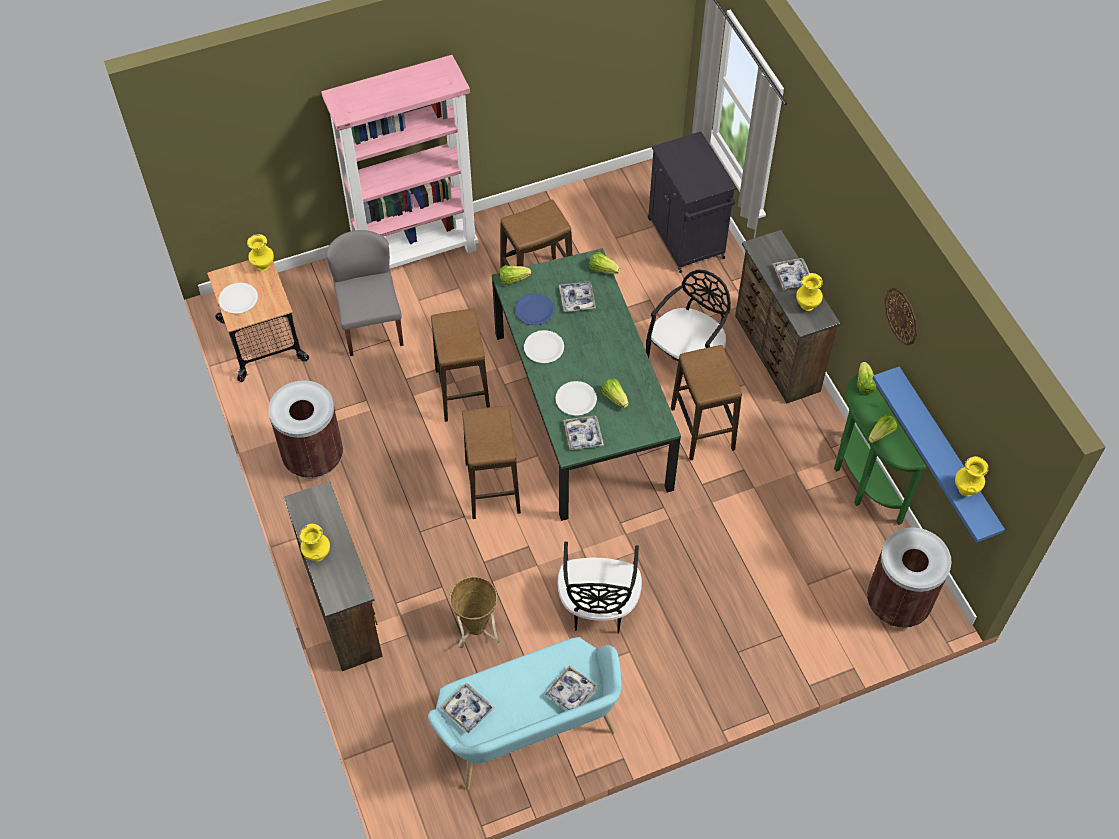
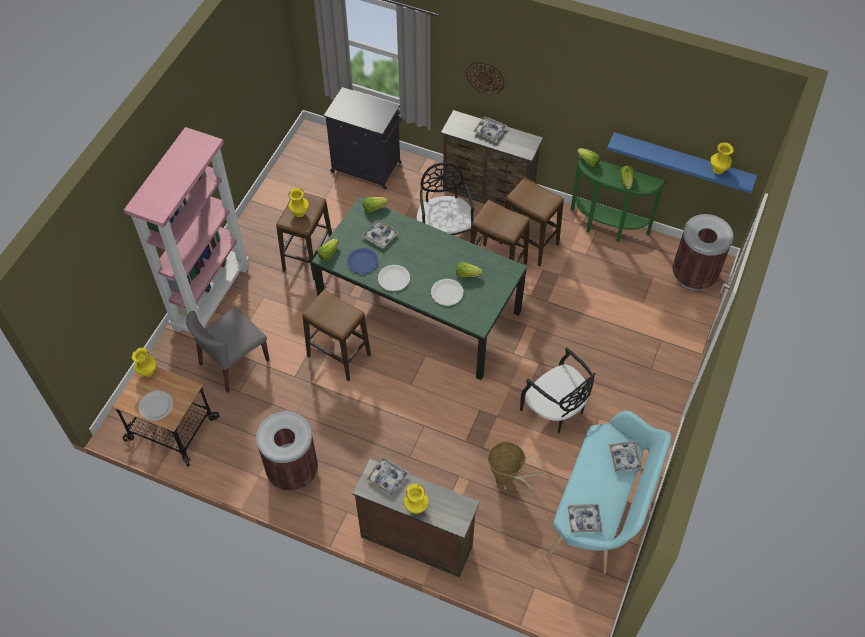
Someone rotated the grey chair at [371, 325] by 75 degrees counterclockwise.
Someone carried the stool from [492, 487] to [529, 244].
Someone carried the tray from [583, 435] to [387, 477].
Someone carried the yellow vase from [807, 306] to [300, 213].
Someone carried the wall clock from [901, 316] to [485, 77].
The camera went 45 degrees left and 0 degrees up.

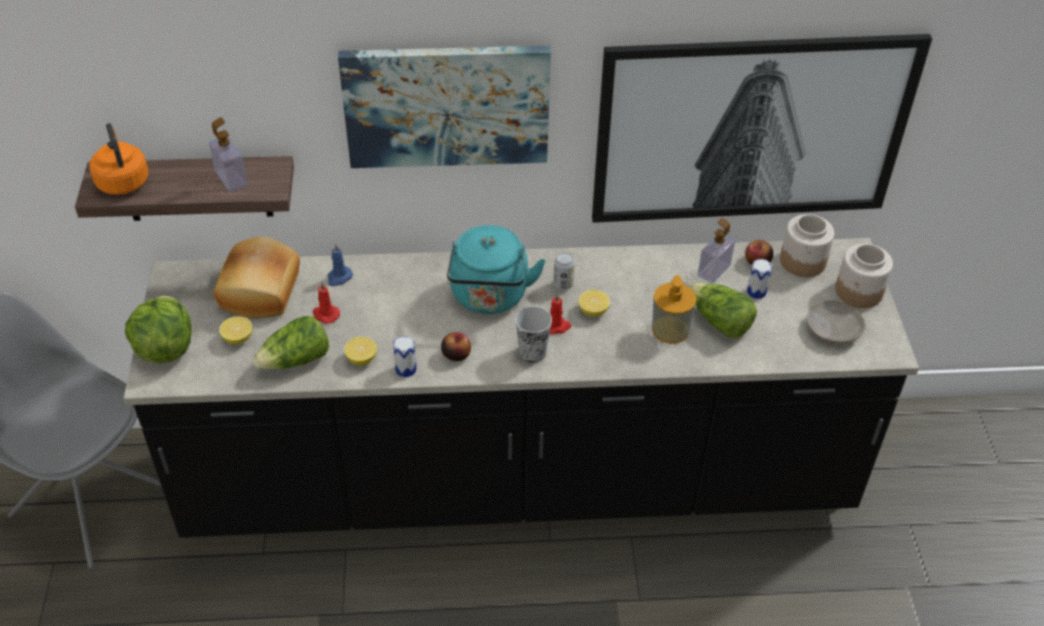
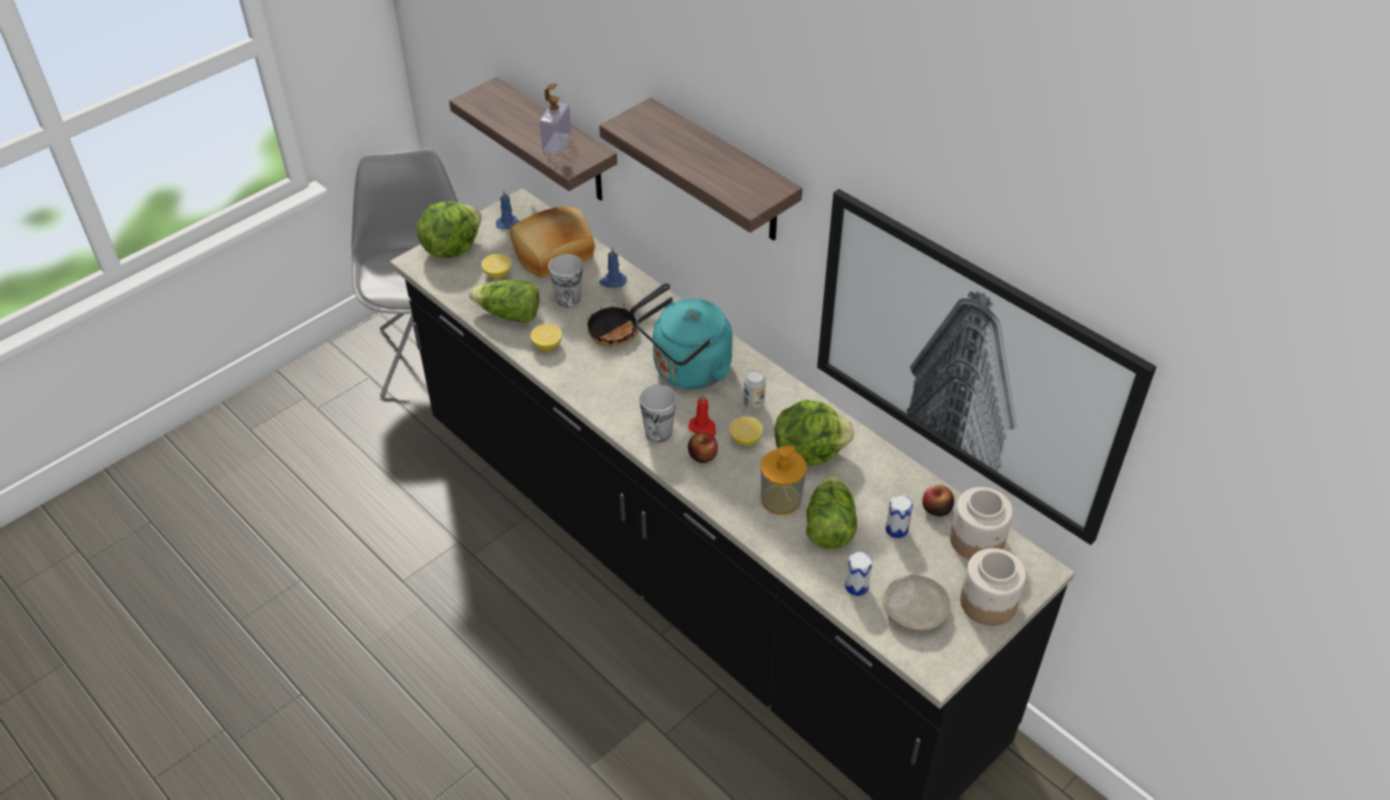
Someone took away the orange kettle at [122, 181].
Someone swapped the red candle at [325, 314] for the cup at [568, 299].
Someone swapped the picture at [446, 105] for the shelf at [723, 173].
Someone carried the can from [406, 369] to [856, 586].
Someone carried the apple from [456, 354] to [702, 455].
Someone took away the soap dispenser at [714, 271].
Someone put down the blue candle at [509, 224].
Someone put down the frying pan at [620, 328].
Someone put down the lettuce at [809, 451].
The camera went 50 degrees right and 0 degrees up.

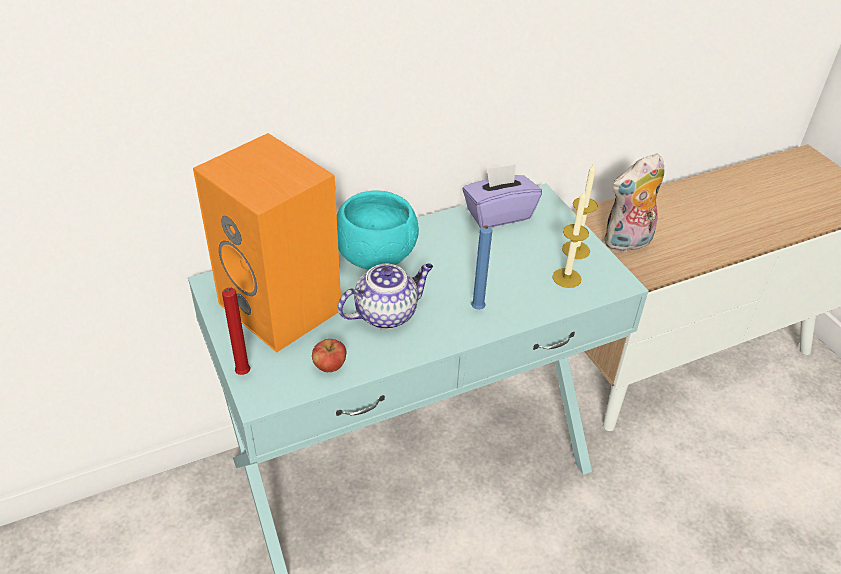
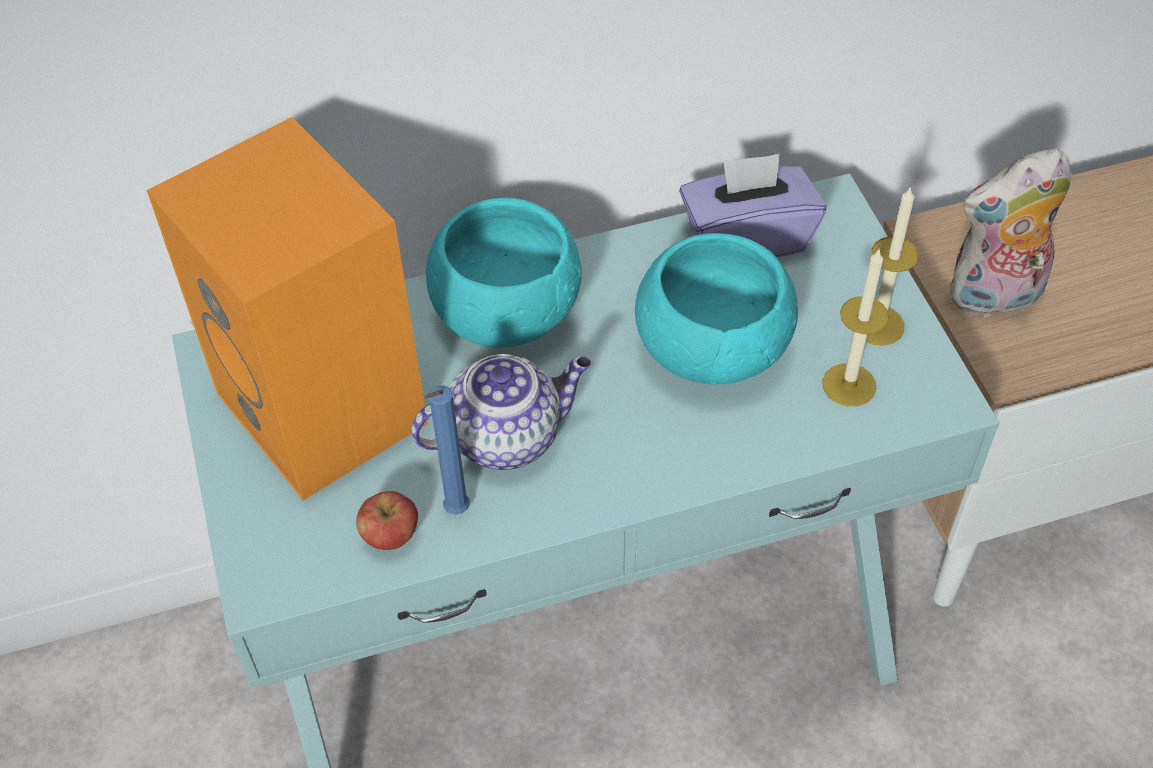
Someone took away the red candle at [242, 375].
Someone carried the blue candle from [476, 310] to [454, 512].
Someone put down the turquoise bowl at [711, 348].
The camera went 10 degrees right and 10 degrees up.

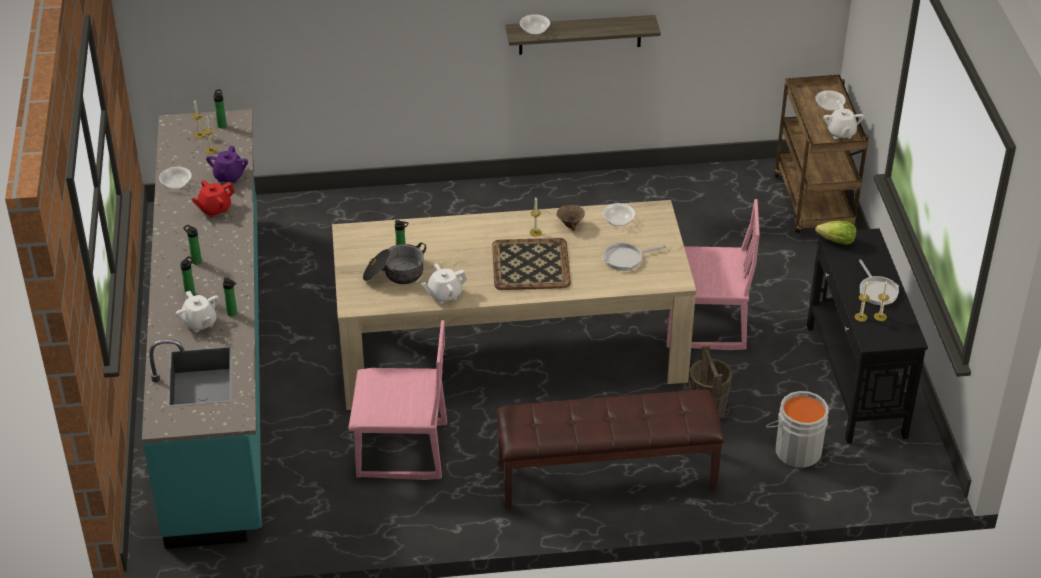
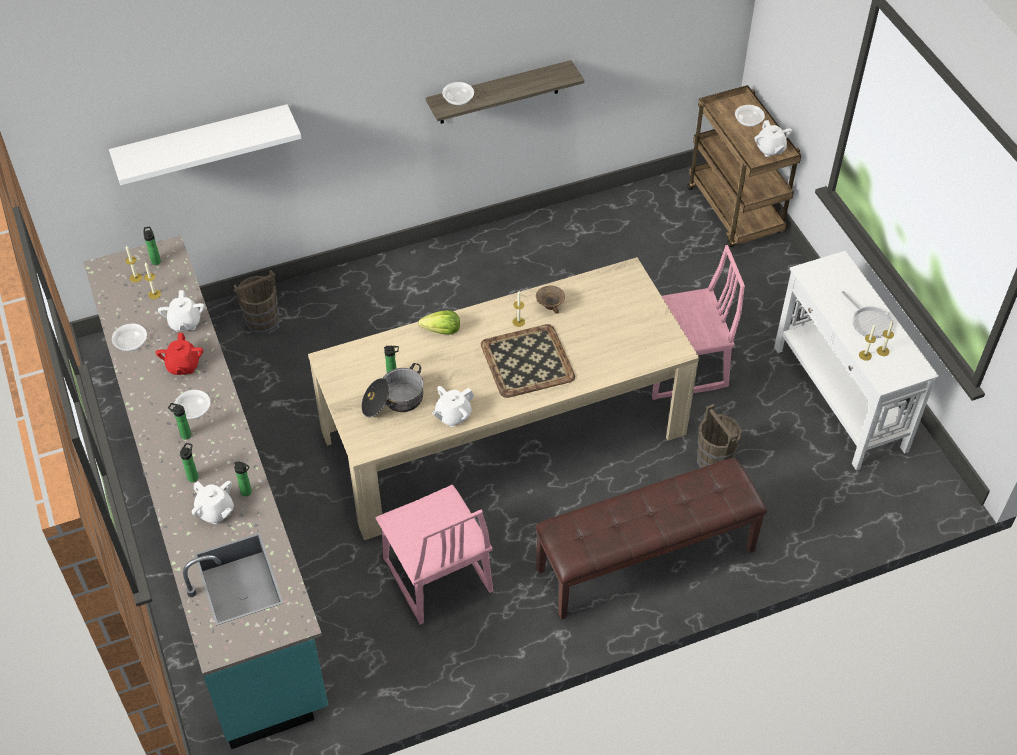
Someone rotated the red teapot at [214, 209] by 45 degrees counterclockwise.
Someone repainted the purple teapot at [229, 176], which became the white teapot at [185, 323].
Someone rotated the pink chair at [402, 451] by 75 degrees clockwise.
Someone took away the frying pan at [626, 258].
Someone carried the bowl from [618, 221] to [193, 410].
Someone took away the grey bucket at [797, 449].
Someone repainted the black console table at [855, 380], which became the white console table at [839, 399].
Someone carried the lettuce from [837, 241] to [442, 331].
Someone put up the white shelf at [202, 141].
Someone put down the brown bucket at [262, 321].
The camera went 15 degrees left and 10 degrees up.

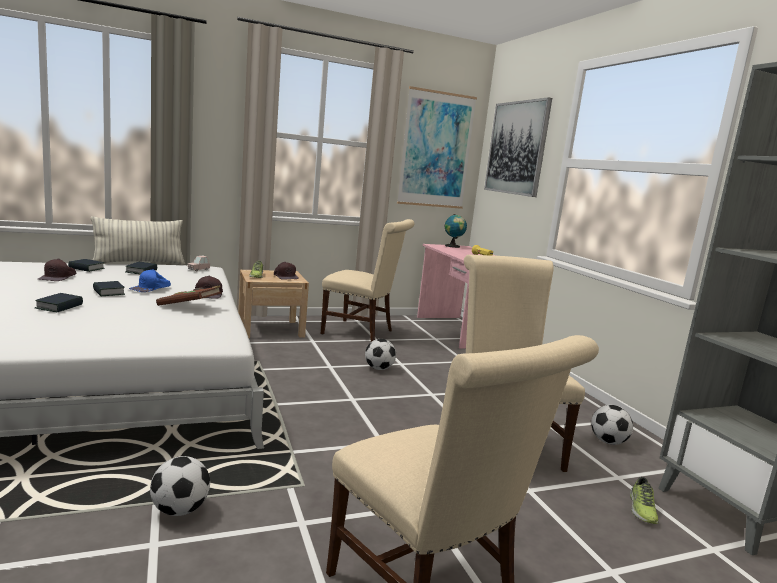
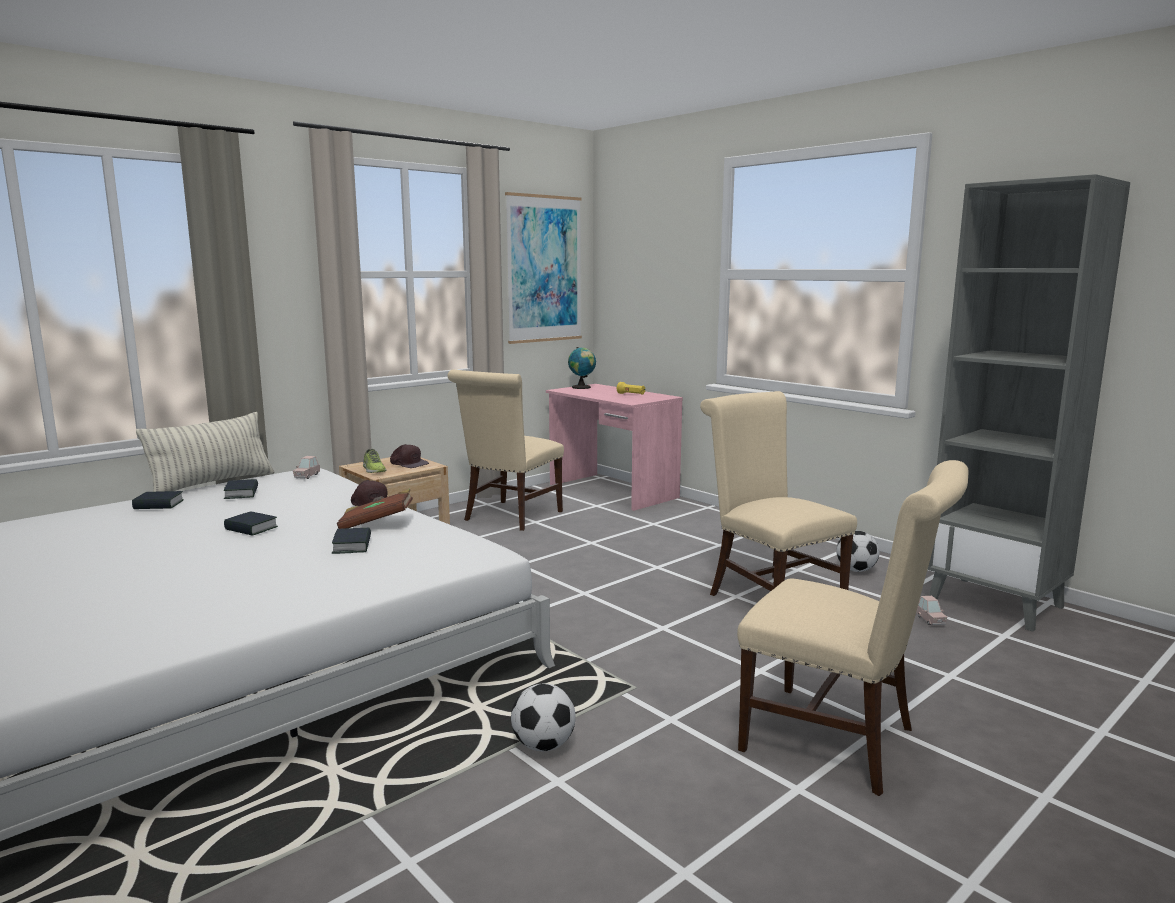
Someone carried the book from [59, 306] to [352, 545].
Someone took away the brown cap at [58, 277].
Someone took away the blue cap at [151, 288].
Someone rotated the beige chair at [362, 332] by 120 degrees clockwise.
Someone took away the football at [379, 368].
Someone took away the picture at [517, 148].
Someone swapped the shoe at [641, 509] for the pink toy car at [930, 620].
The camera went 20 degrees left and 0 degrees up.

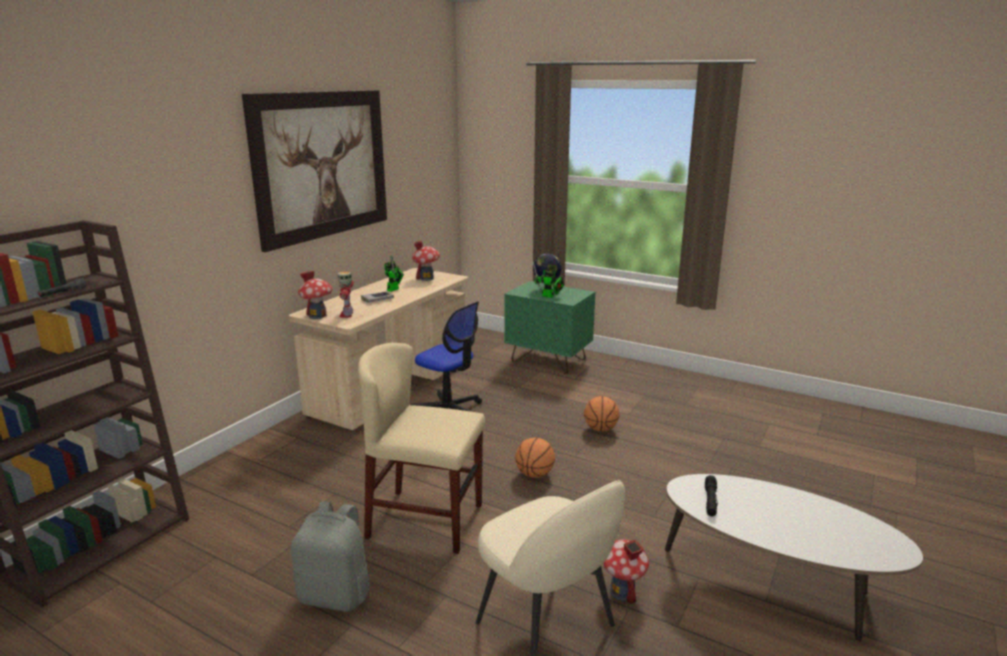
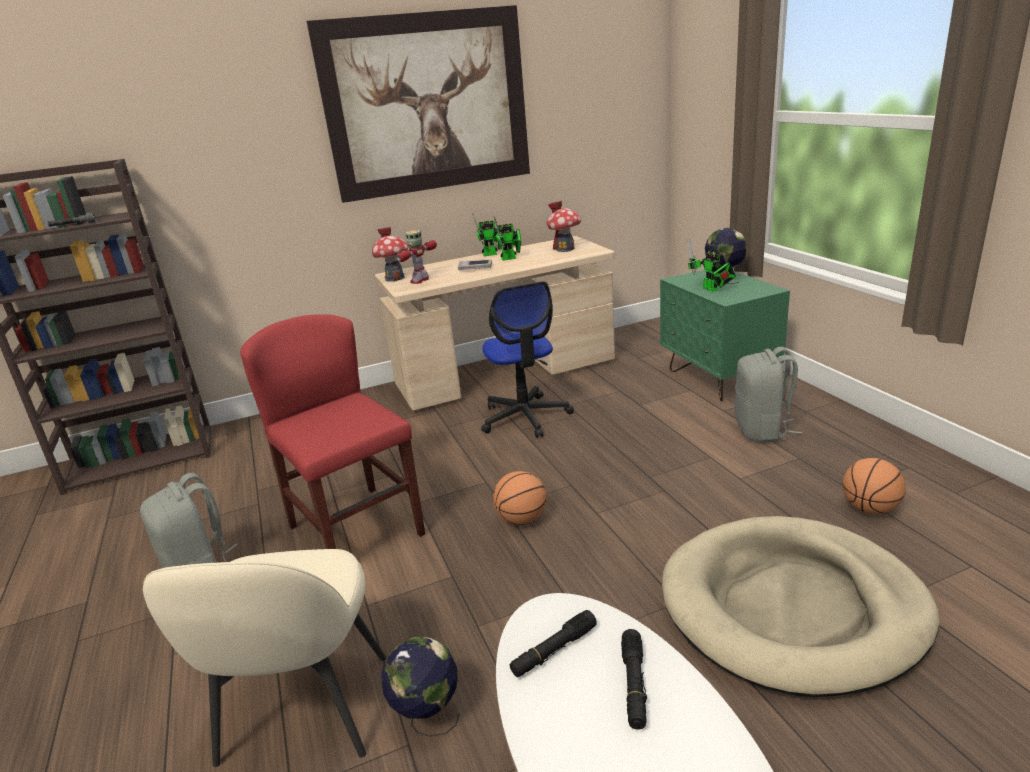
Someone repainted the beige chair at [425, 521], which became the red chair at [356, 530].
Someone carried the basketball from [600, 429] to [869, 509].
Someone swapped the toy house at [622, 591] for the globe at [428, 717].
Someone put down the toy robot at [492, 254].
Someone put down the black flashlight at [634, 684].
Someone put down the beige dog bed at [792, 607].
Someone put down the grey backpack at [762, 430].
The camera went 40 degrees right and 5 degrees up.

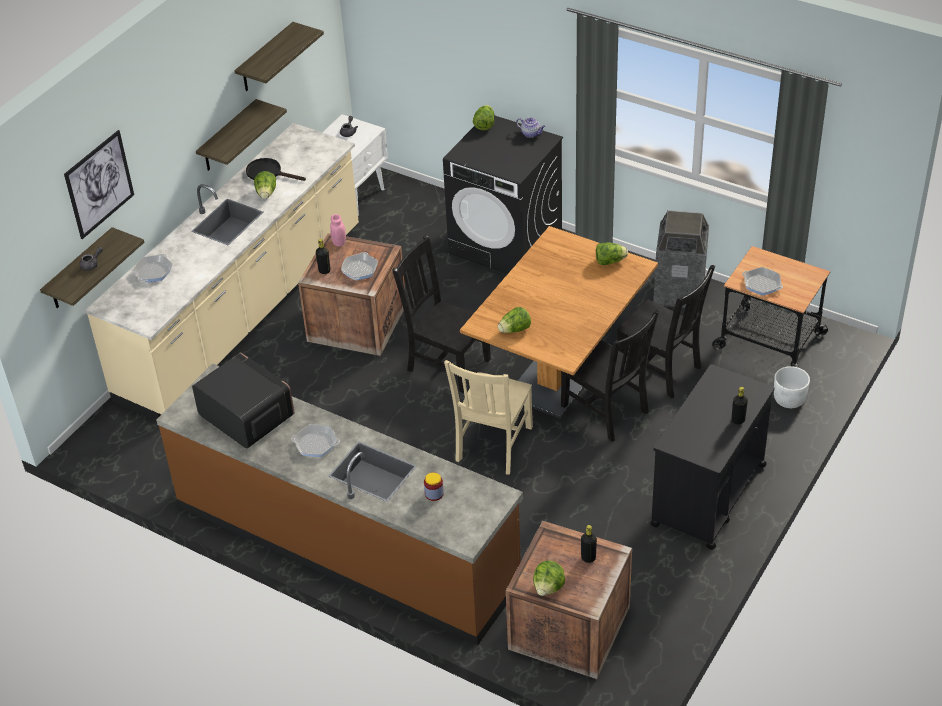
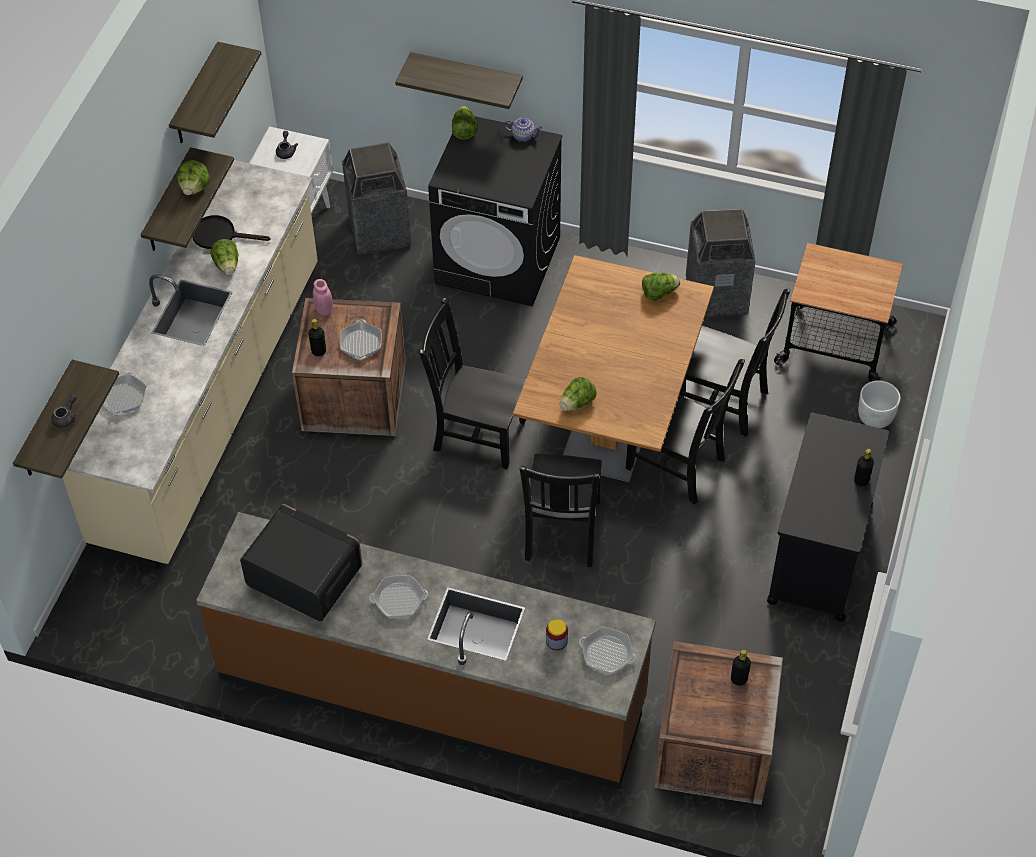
Someone took away the picture at [99, 184].
Someone repainted the beige chair at [493, 446], which became the black chair at [562, 533].
Someone carried the lettuce from [548, 587] to [195, 188].
Someone carried the frying pan from [762, 284] to [607, 653].
Someone put down the trash can at [379, 231].
Someone put up the shelf at [466, 77].
The camera went 15 degrees left and 10 degrees up.

